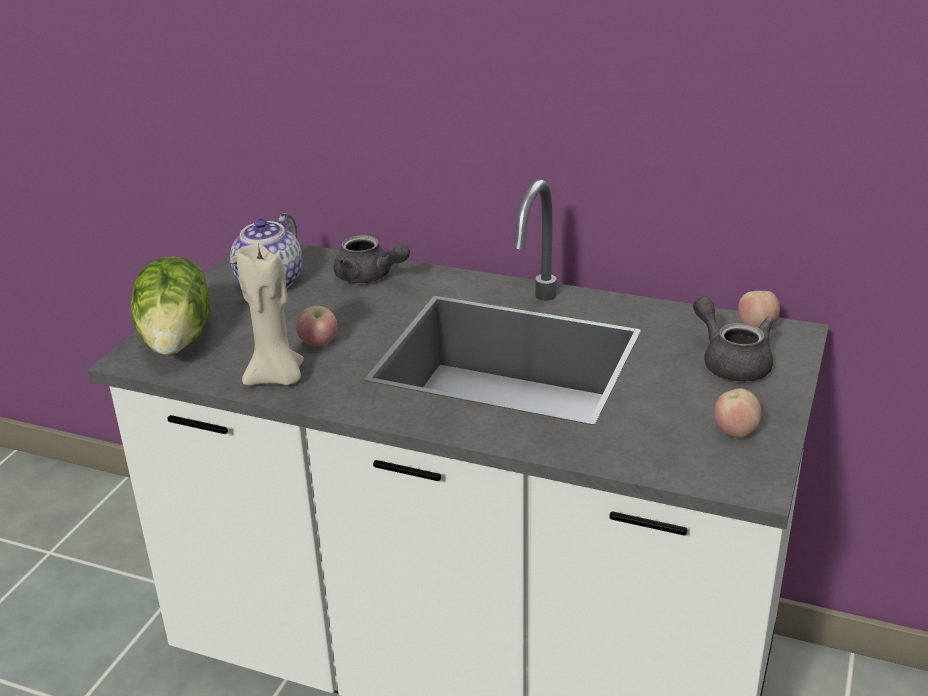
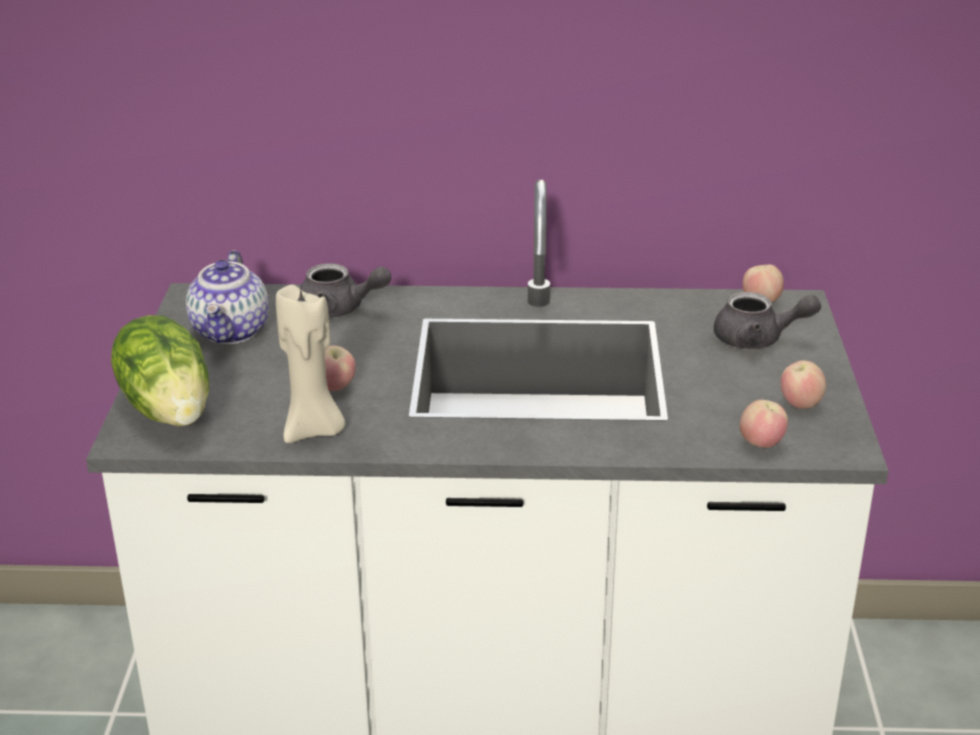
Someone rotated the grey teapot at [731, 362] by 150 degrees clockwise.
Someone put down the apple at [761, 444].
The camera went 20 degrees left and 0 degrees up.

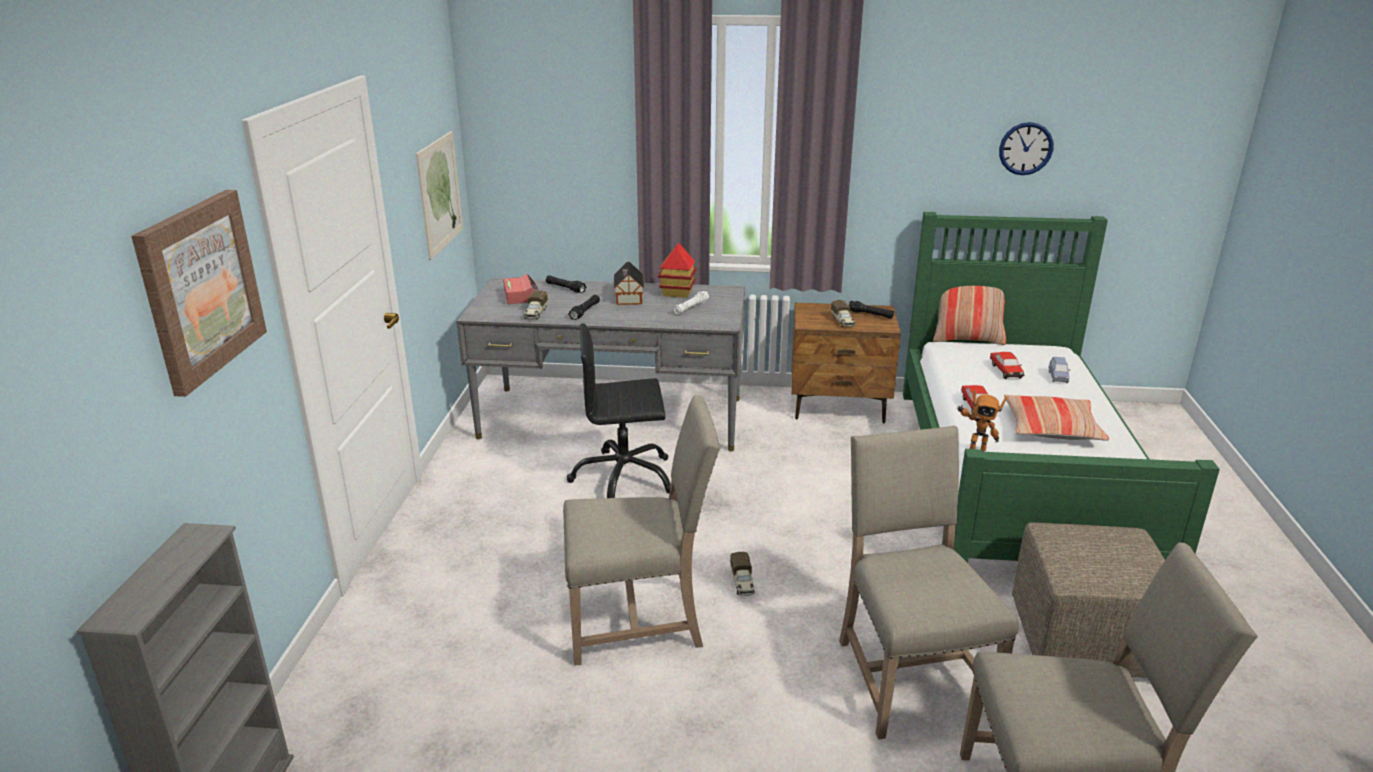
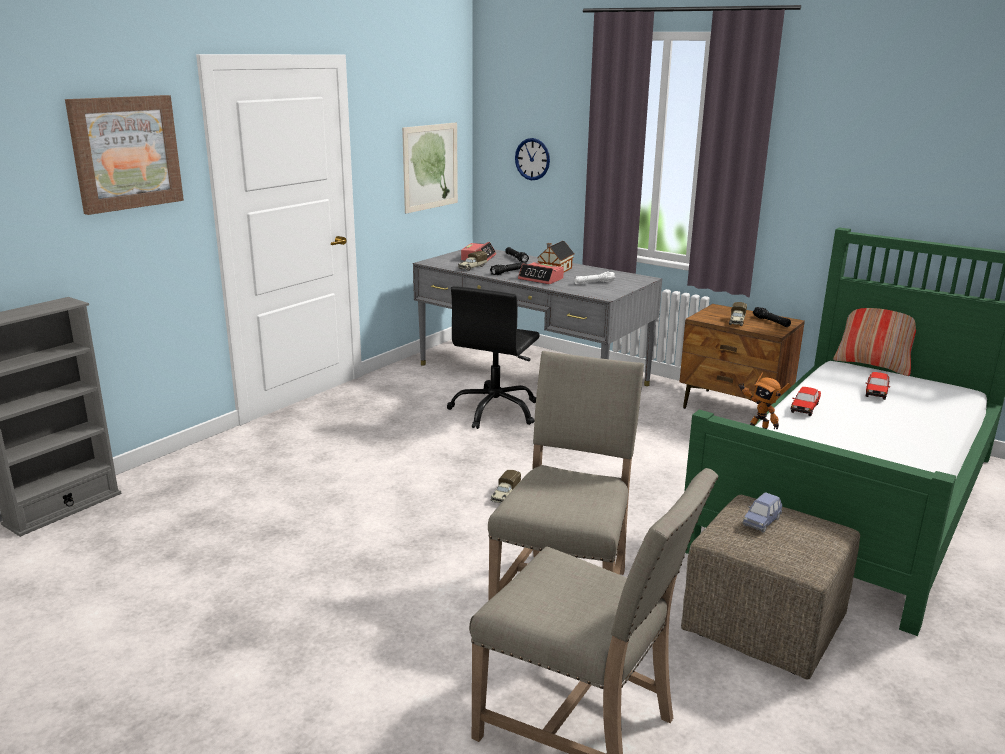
Someone took away the beige chair at [639, 620].
Someone rotated the black office chair at [623, 478] by 90 degrees counterclockwise.
Someone took away the toy house at [677, 293].
Someone carried the wall clock from [1025, 148] to [532, 159].
Someone took away the pillow at [1051, 428].
Someone carried the blue toy car from [1057, 377] to [761, 522].
Someone put down the alarm clock at [541, 279].
The camera went 30 degrees right and 5 degrees down.

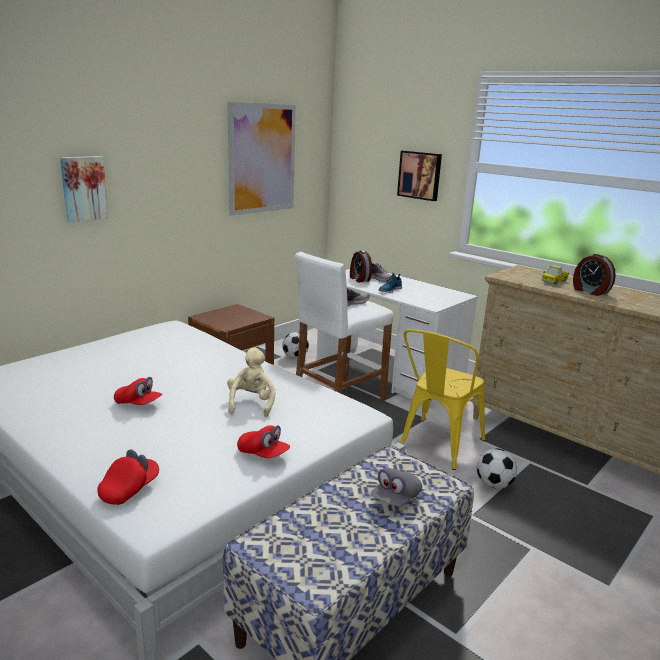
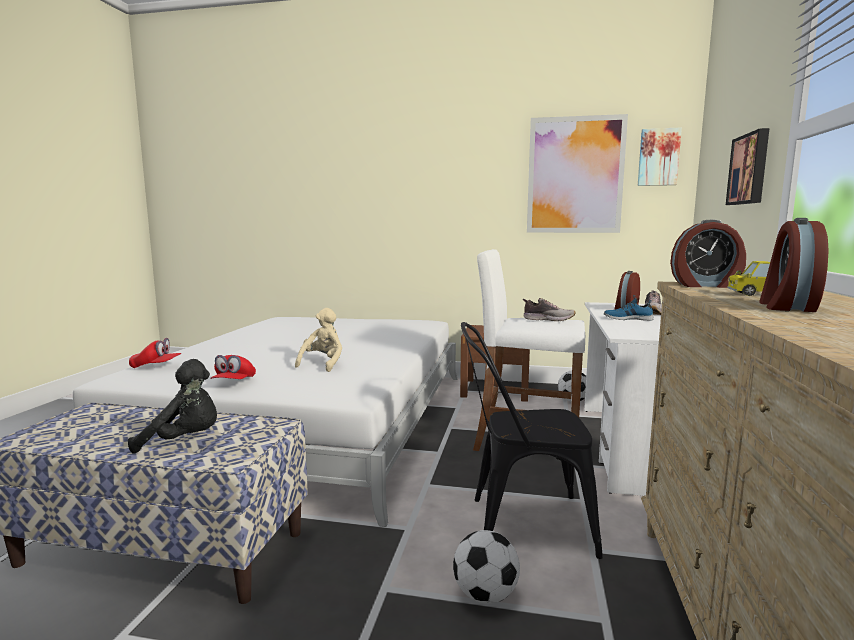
Someone carried the picture from [83, 188] to [658, 157].
Someone took away the red cap at [138, 403].
Someone rotated the beige plush toy at [251, 404] by 45 degrees counterclockwise.
Someone swapped the grey cap at [395, 499] for the black plush toy at [184, 441].
Someone repainted the yellow chair at [436, 447], which became the black chair at [520, 523].
Someone put down the alarm clock at [705, 285].
The camera went 60 degrees right and 10 degrees down.

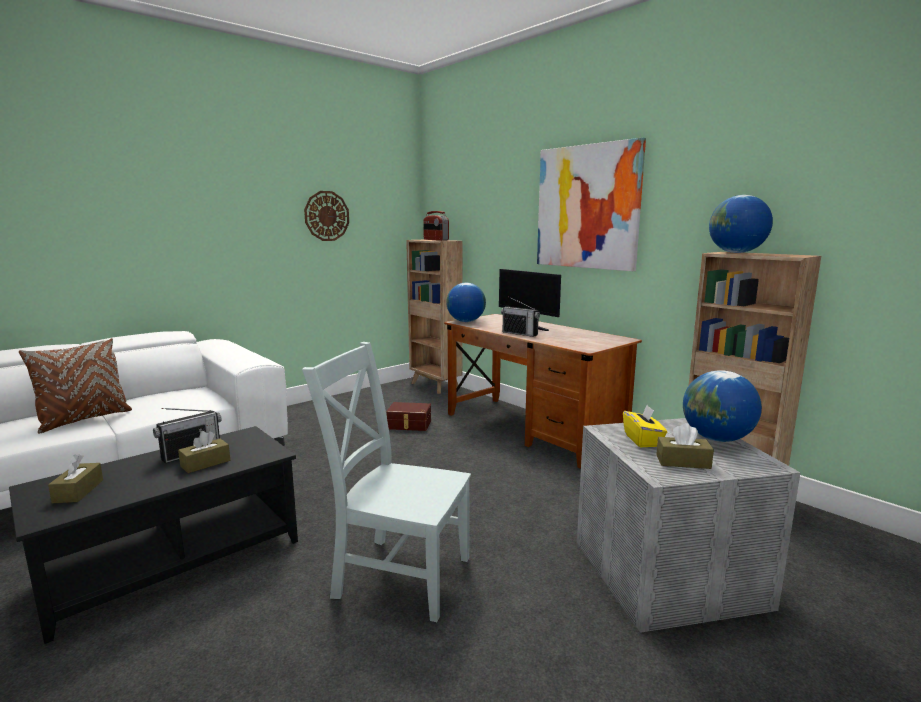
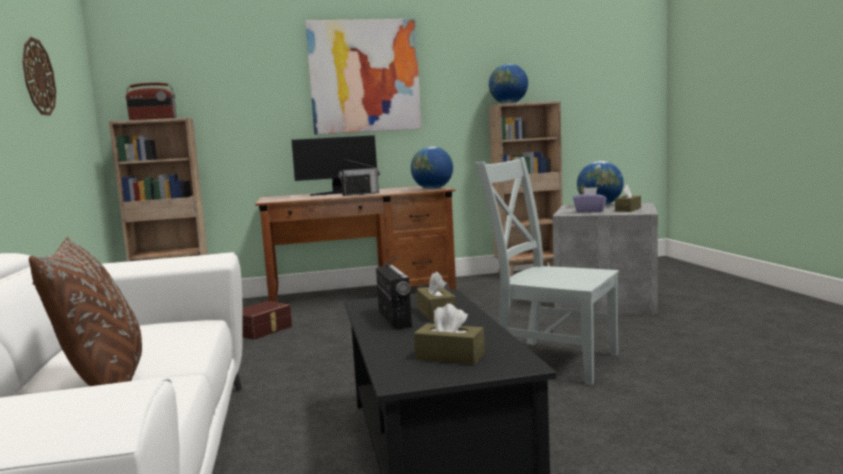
Someone rotated the grey chair at [397, 575] by 75 degrees clockwise.
Someone carried the globe from [465, 321] to [432, 189].
Someone repainted the yellow tissue box at [642, 440], which became the purple tissue box at [590, 211].
The camera went 60 degrees left and 5 degrees down.

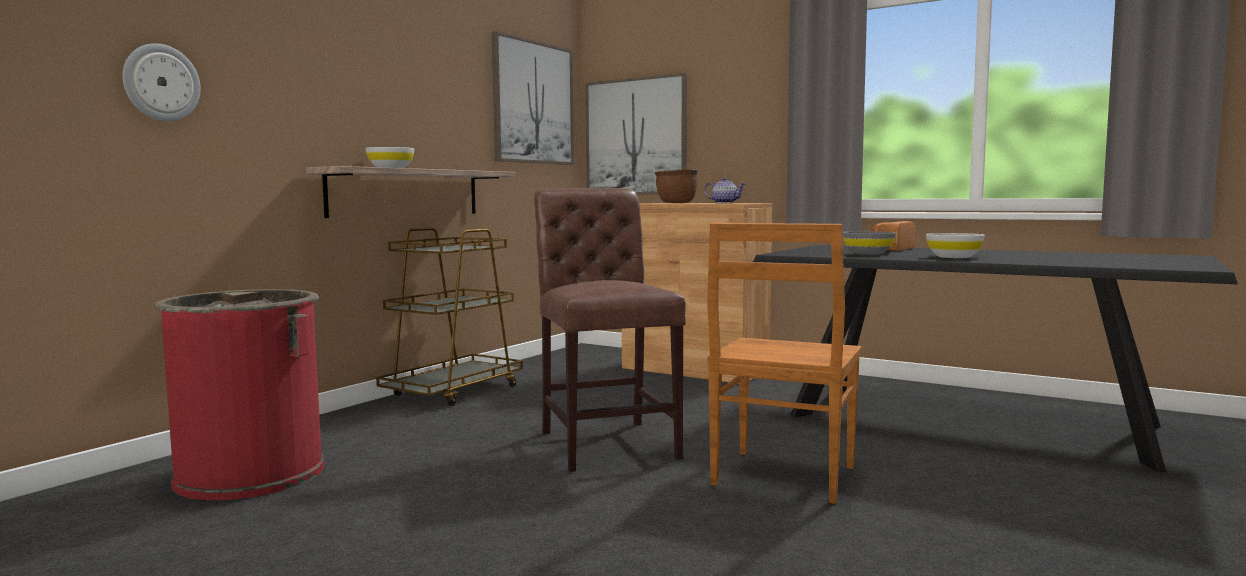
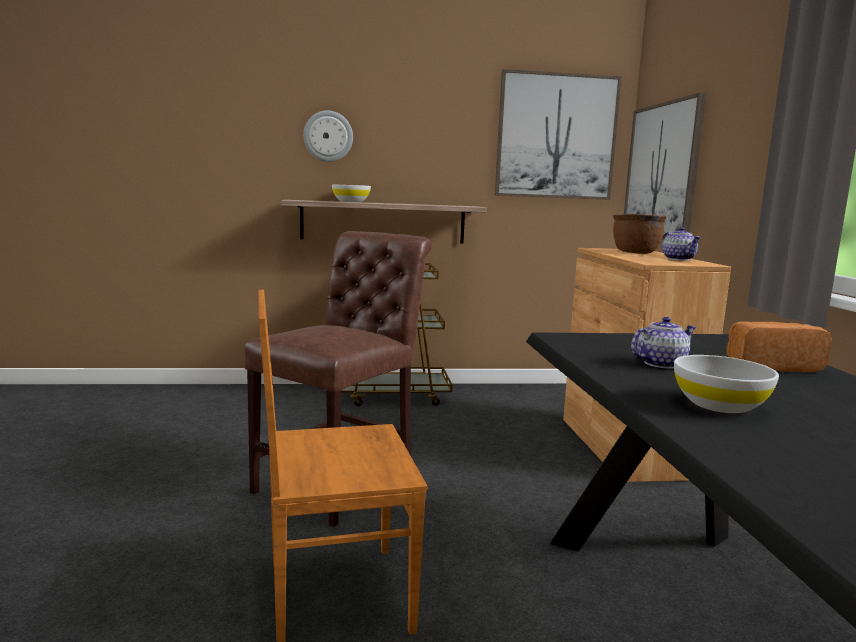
Someone carried the wall clock from [161, 83] to [328, 136].
Someone took away the red trash can at [250, 473].
Someone swapped the grey bowl at [868, 253] for the teapot at [660, 364].
The camera went 50 degrees right and 5 degrees up.

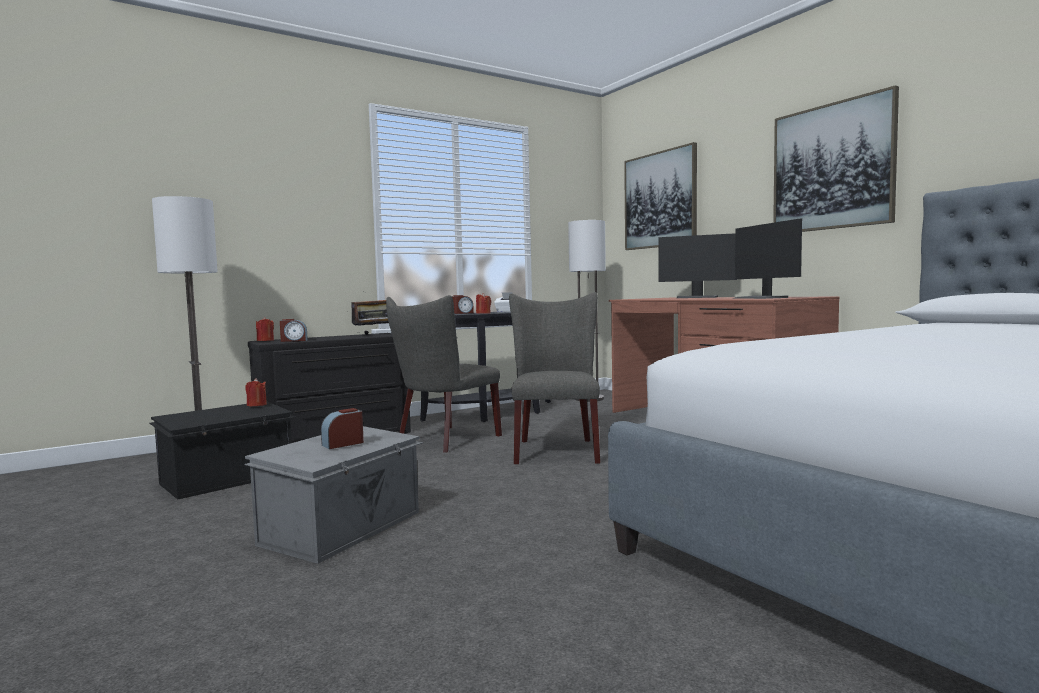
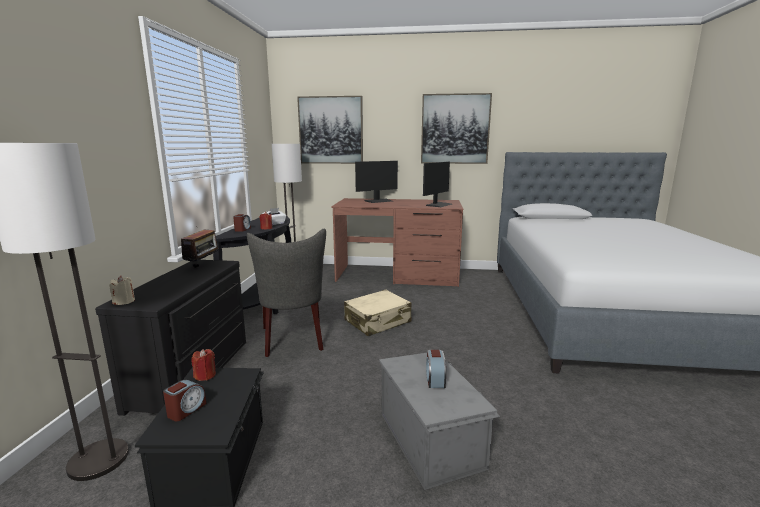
Someone repainted the red candle at [265, 340], which became the beige candle at [124, 301].
Someone carried the alarm clock from [294, 340] to [186, 410].
Someone swapped the grey chair at [556, 449] for the beige suitcase at [378, 321].
Someone rotated the monitor at [760, 298] by 75 degrees counterclockwise.
The camera went 50 degrees left and 10 degrees up.

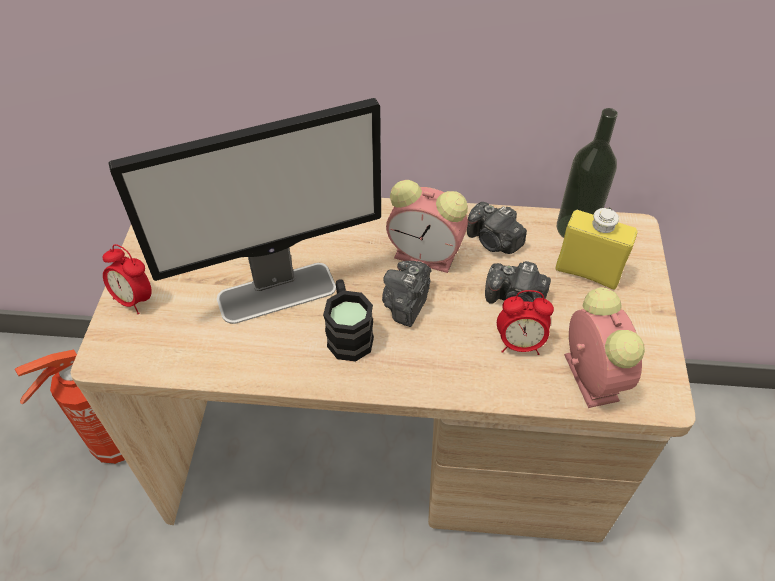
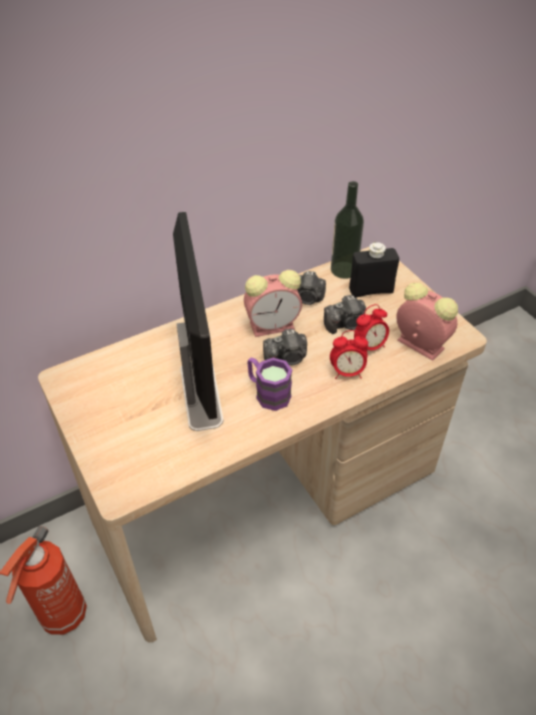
Someone carried the alarm clock from [134, 299] to [347, 372].
Someone rotated the monitor at [278, 292] by 45 degrees counterclockwise.
Someone repainted the black mug at [348, 333], which became the purple mug at [267, 393].
Someone rotated the photo camera at [406, 303] by 90 degrees counterclockwise.
Someone repainted the yellow bottle at [587, 272], which became the black bottle at [371, 290].
The camera went 35 degrees left and 5 degrees down.

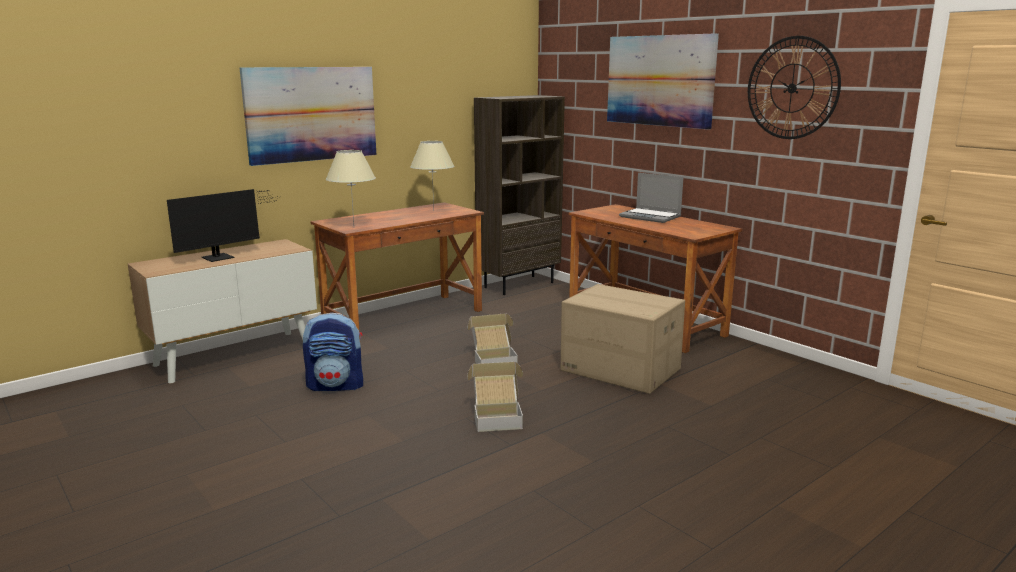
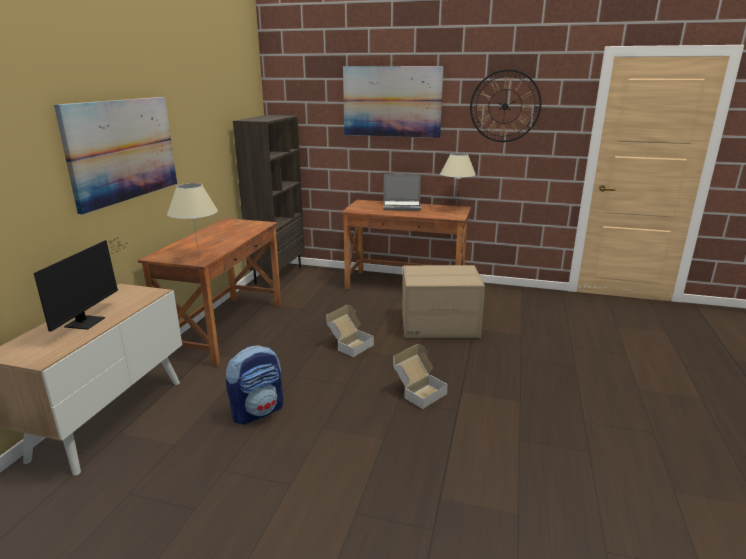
Someone carried the beige table lamp from [433, 211] to [455, 209].
The camera went 35 degrees left and 5 degrees up.

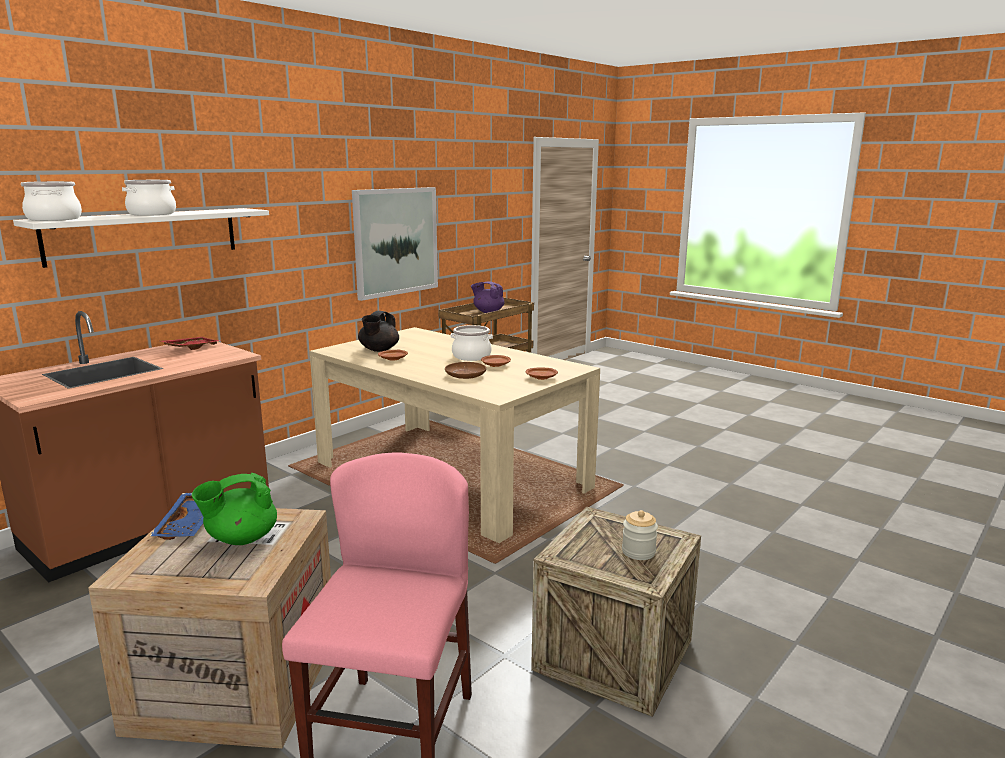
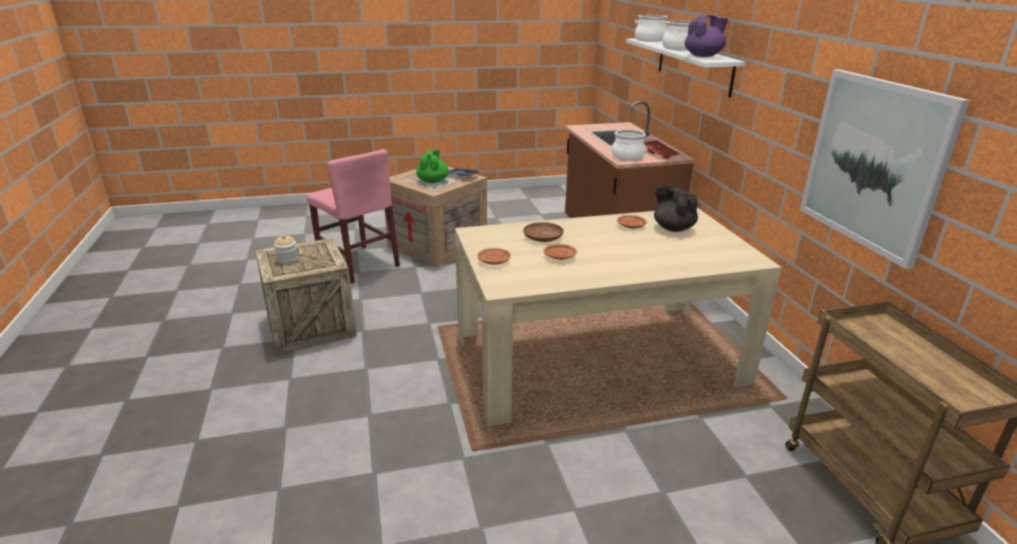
Someone carried the cooking pot from [471, 356] to [627, 156].
Someone carried the purple teapot from [488, 312] to [703, 56].
The camera went 125 degrees right and 10 degrees up.

